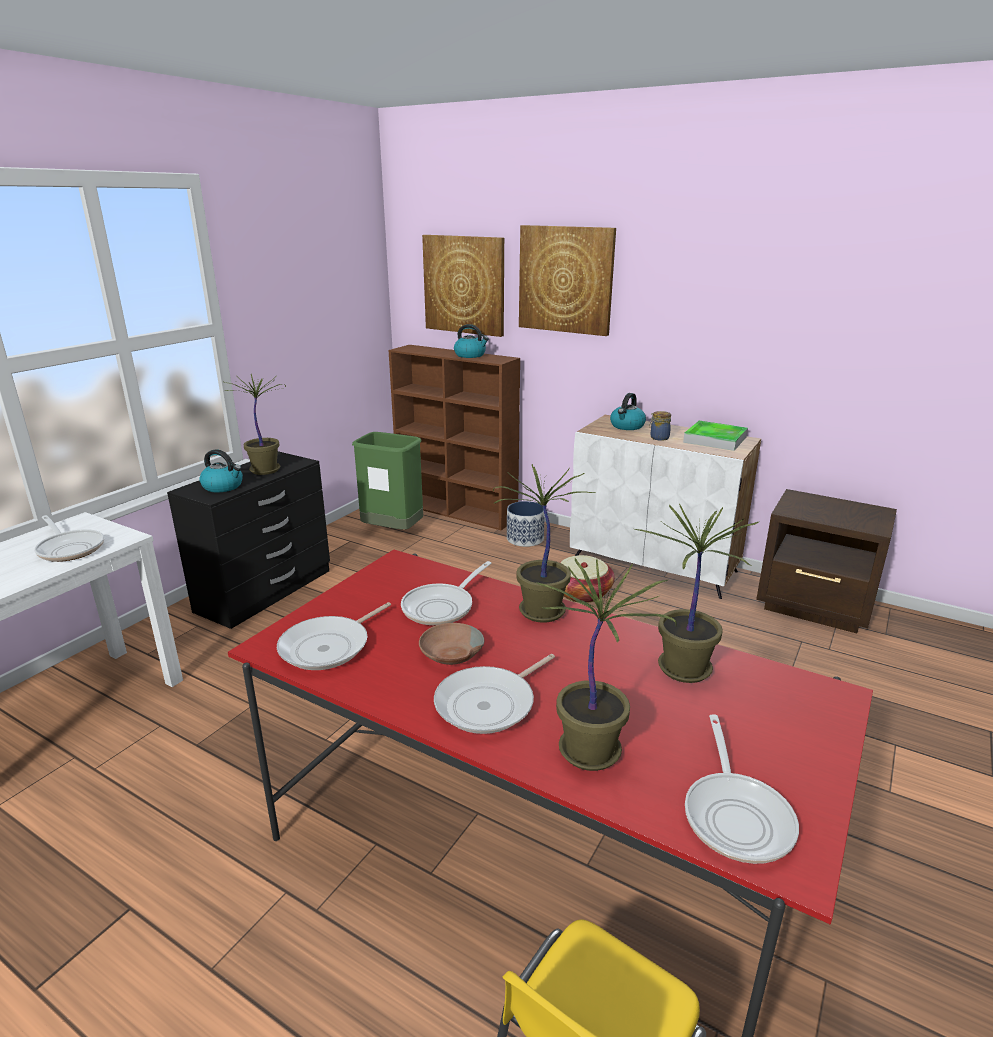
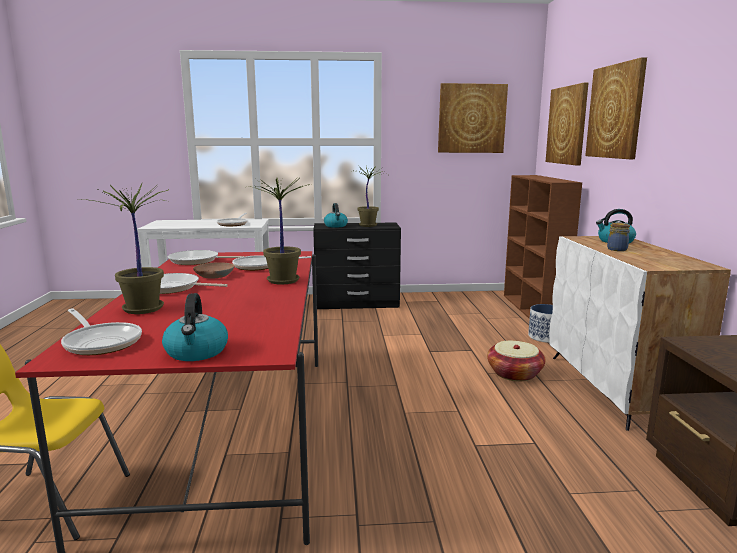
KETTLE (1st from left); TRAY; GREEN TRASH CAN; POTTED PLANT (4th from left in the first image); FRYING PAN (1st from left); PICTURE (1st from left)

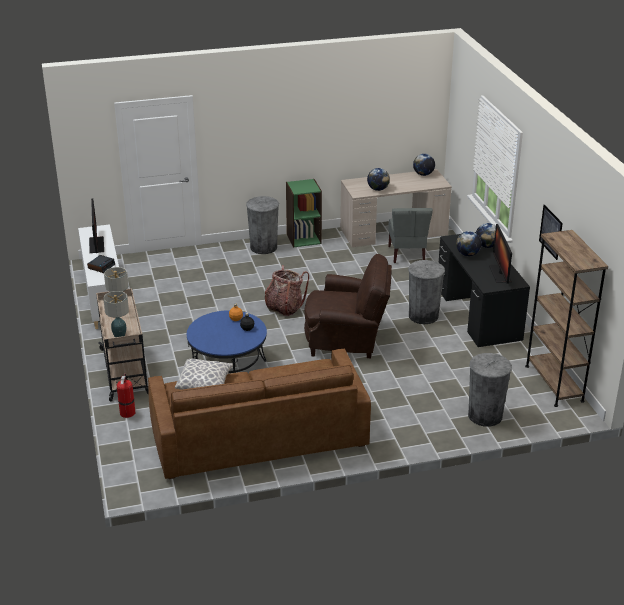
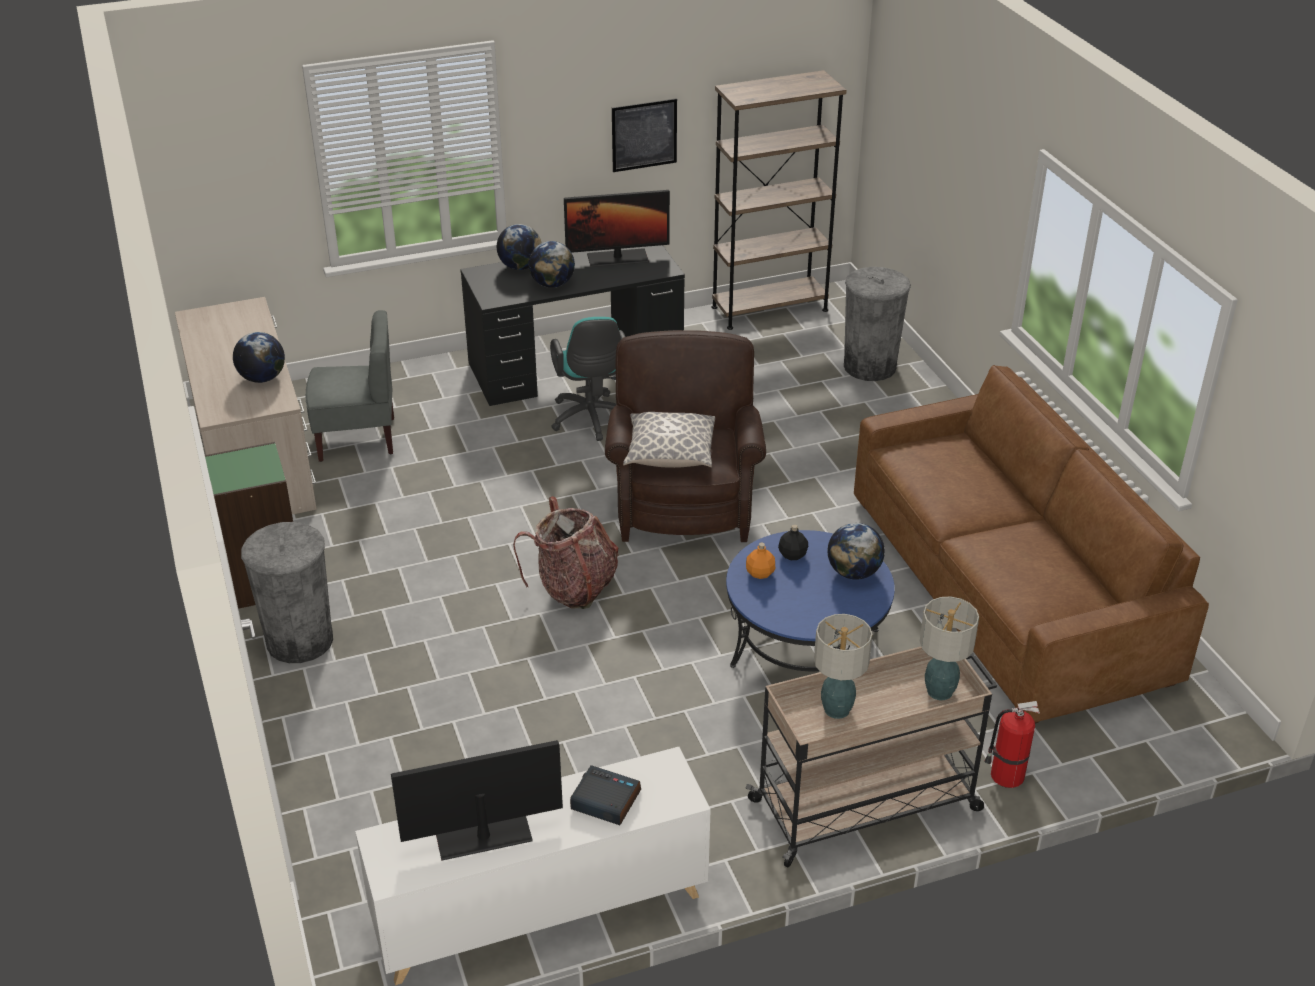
GLOBE (4th from left); TURQUOISE OFFICE CHAIR; PILLOW

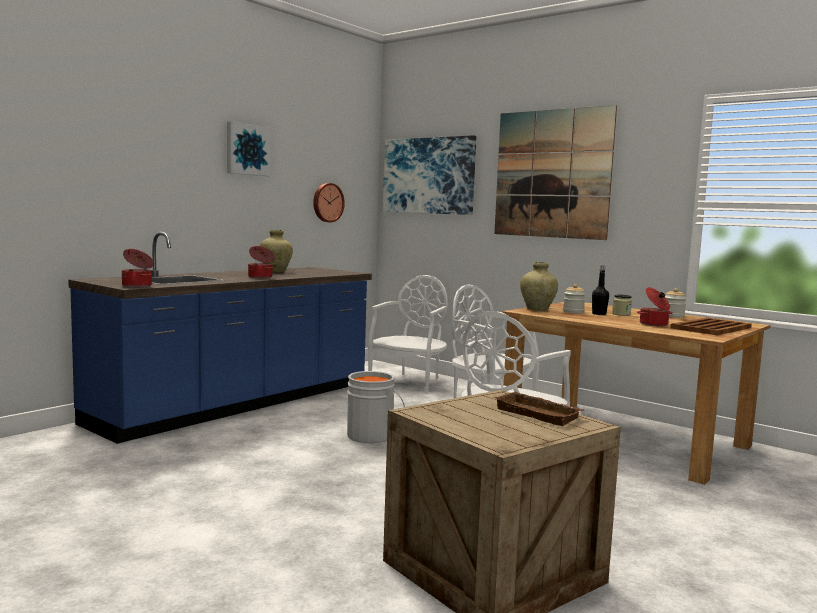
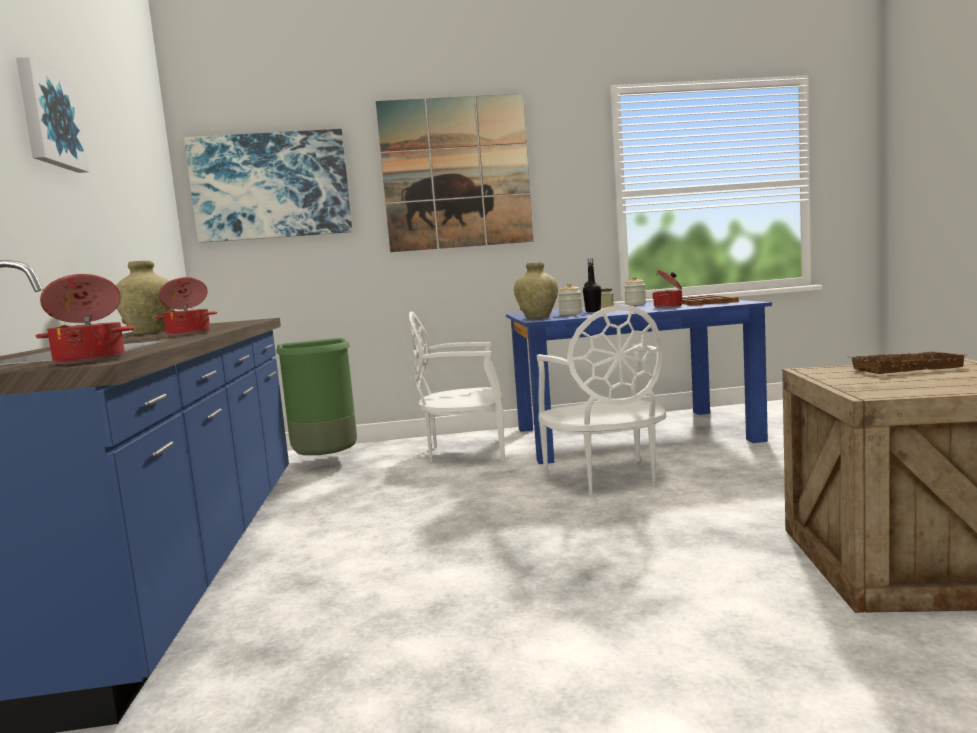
WALL CLOCK; GREEN TRASH CAN; BLUE DINING TABLE; GREY BUCKET

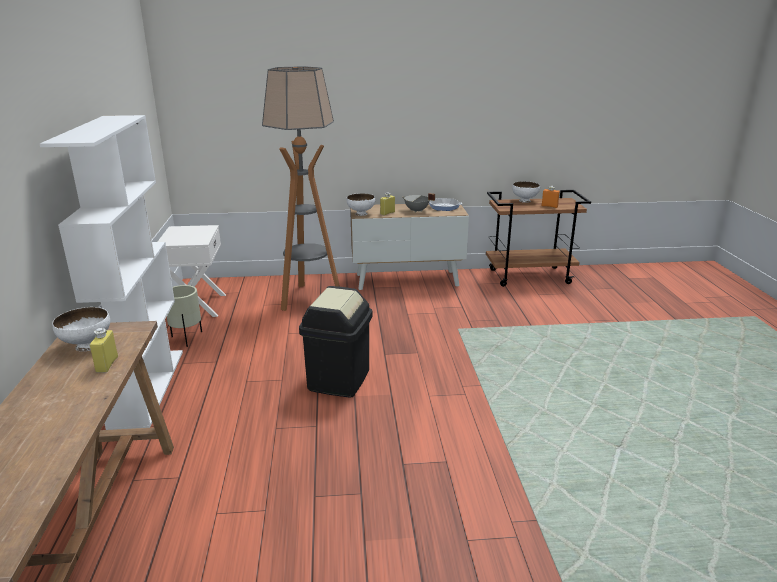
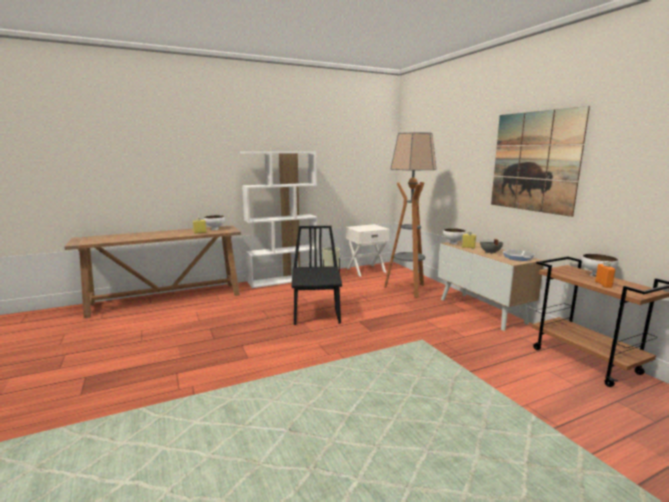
BLACK CHAIR; PICTURE

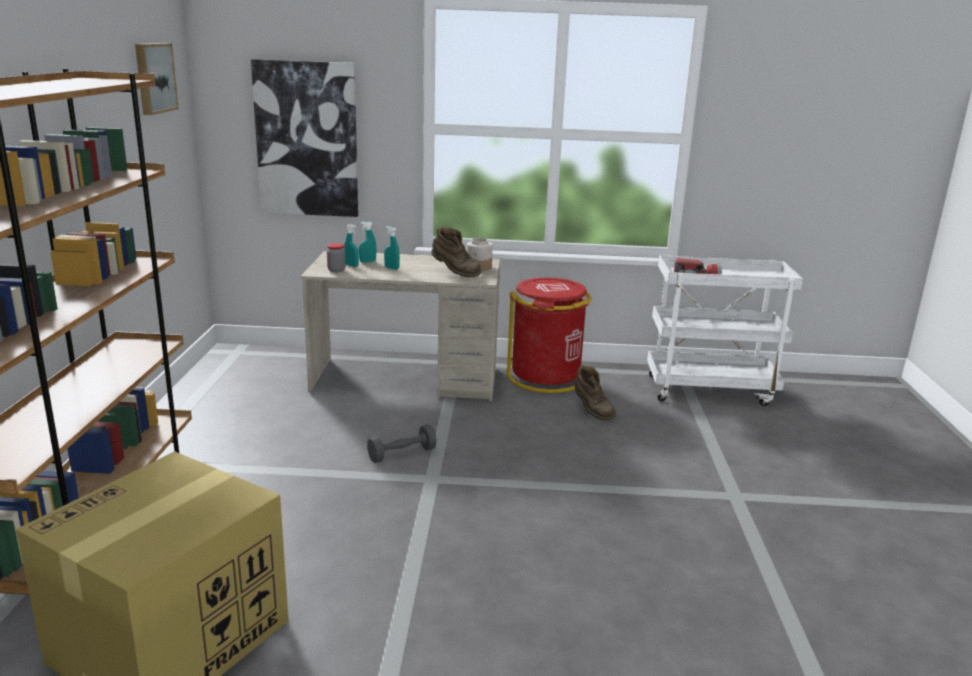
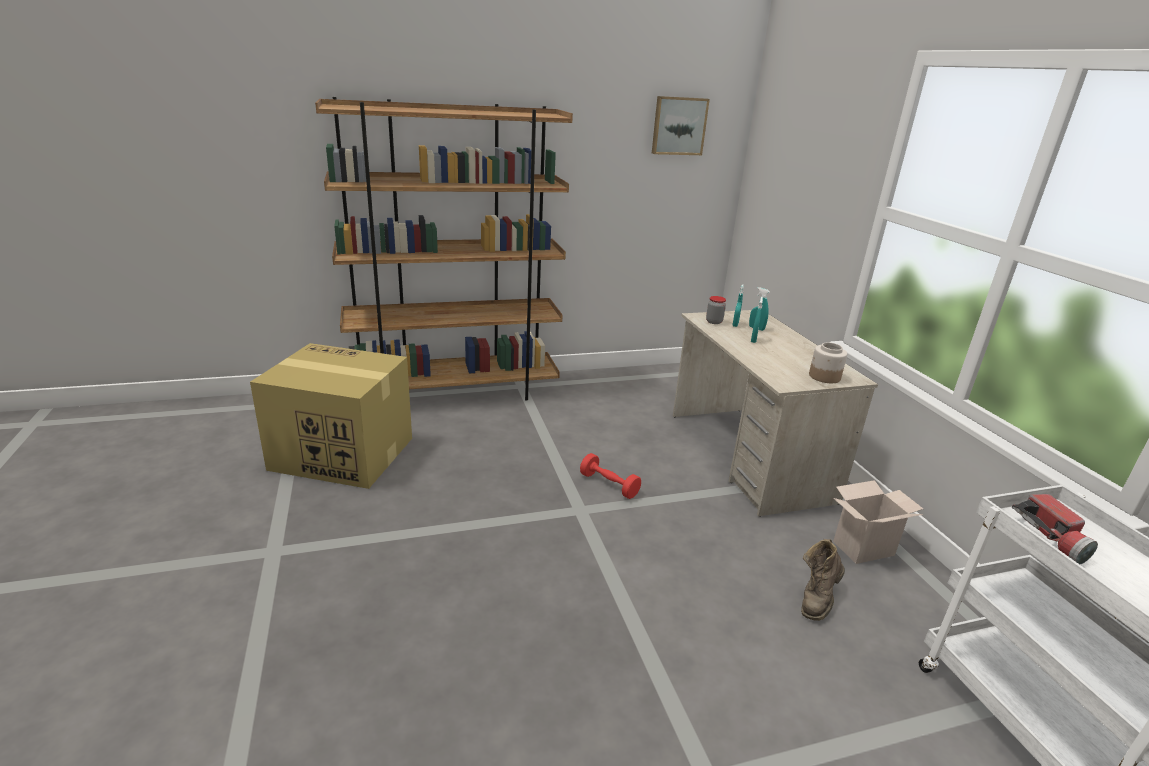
PICTURE (2nd from left in the first image); BROWN BOOT (1st from left in the first image); CARDBOARD BOX (2nd from left); RED DUMBBELL

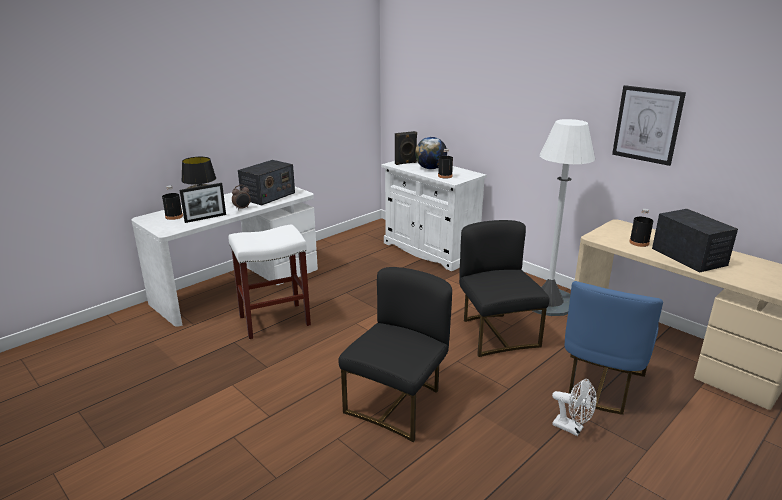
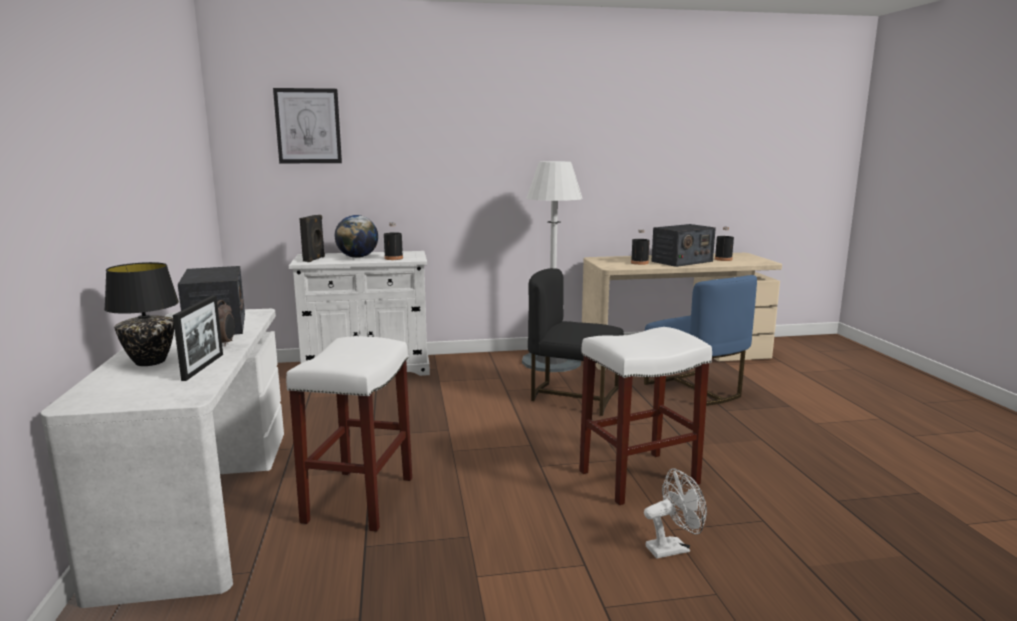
PICTURE; BLACK BOTTLE (3rd from left); RADIO (2nd from left); WHITE STOOL (2nd from left); WHITE FAN

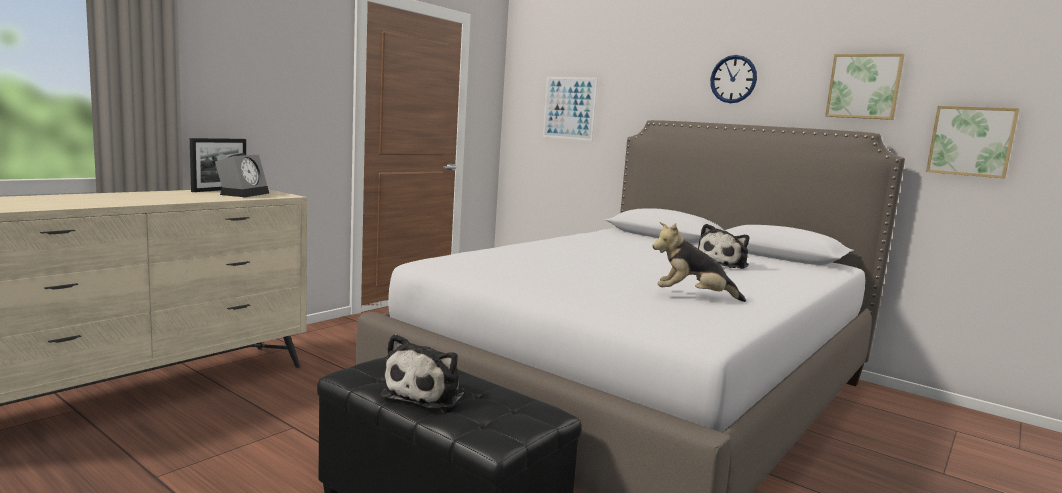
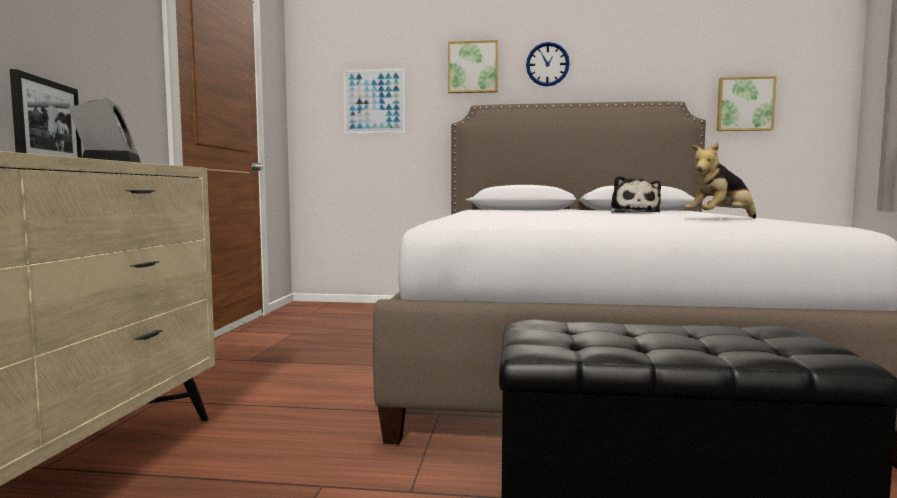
PICTURE (2nd from left); PLUSH TOY (1st from left in the first image)

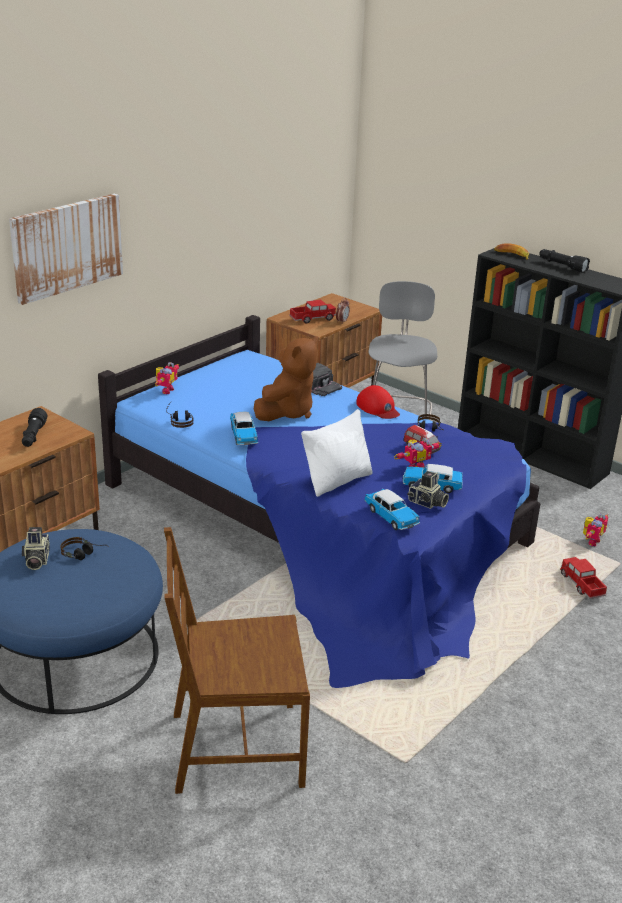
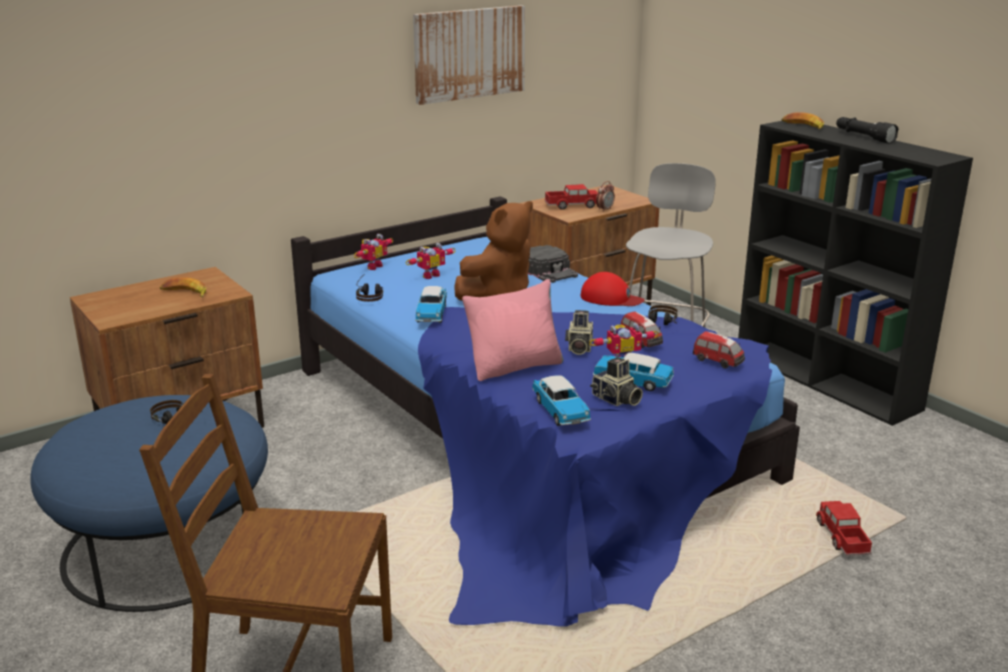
PICTURE; RED CAP; BANANA (1st from left); PINK PILLOW; TOY ROBOT (2nd from left); PHOTO CAMERA (1st from left); TOY CAR (5th from left)

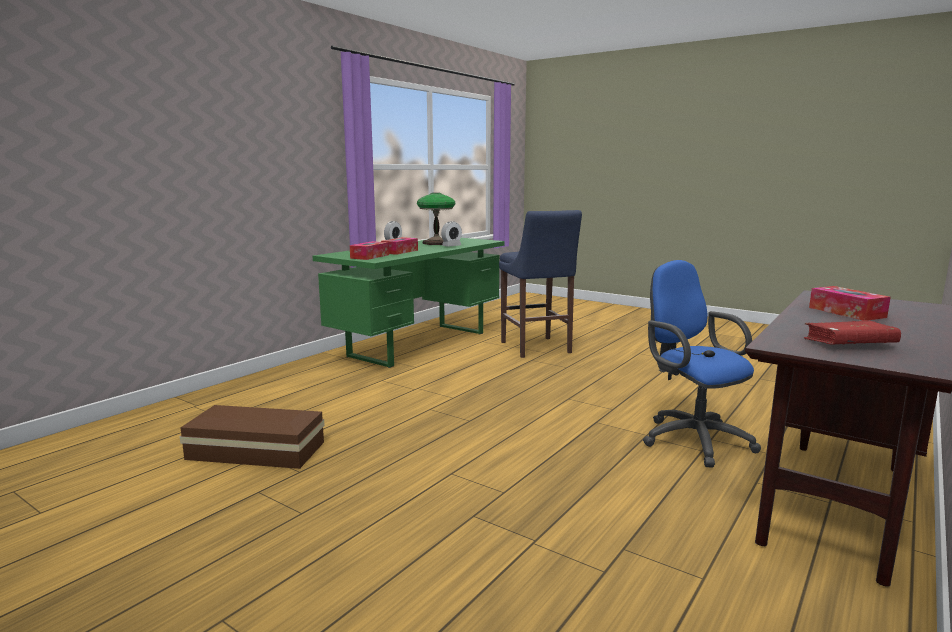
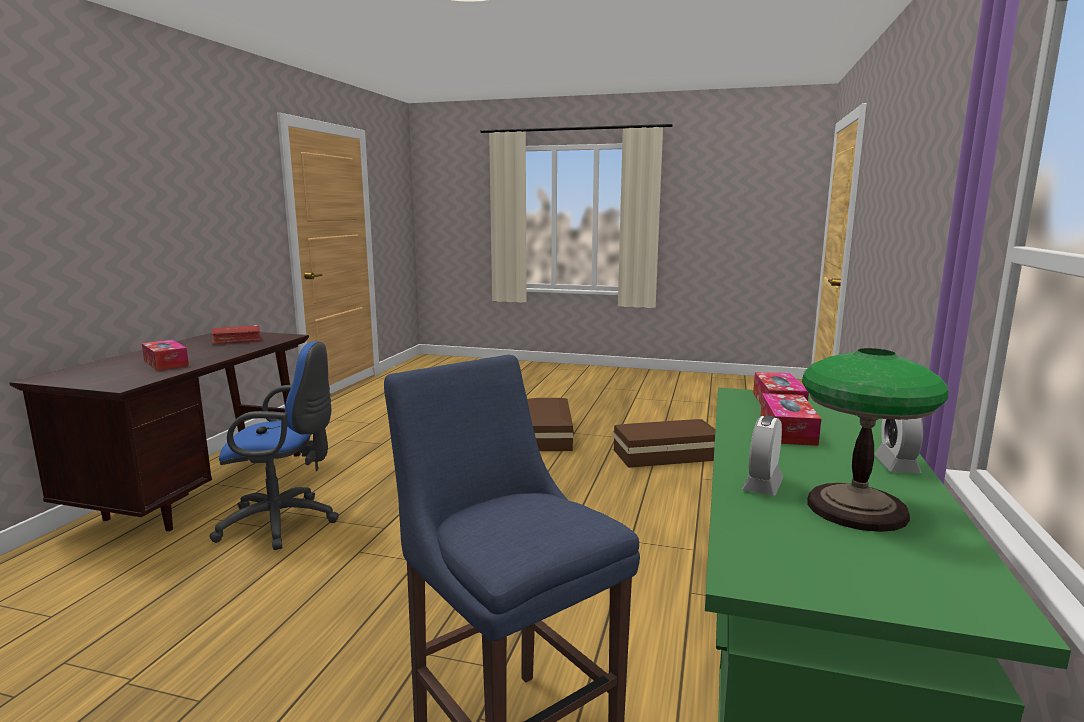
BLUE OFFICE CHAIR; BROWN STORAGE BOX (1st from left)

